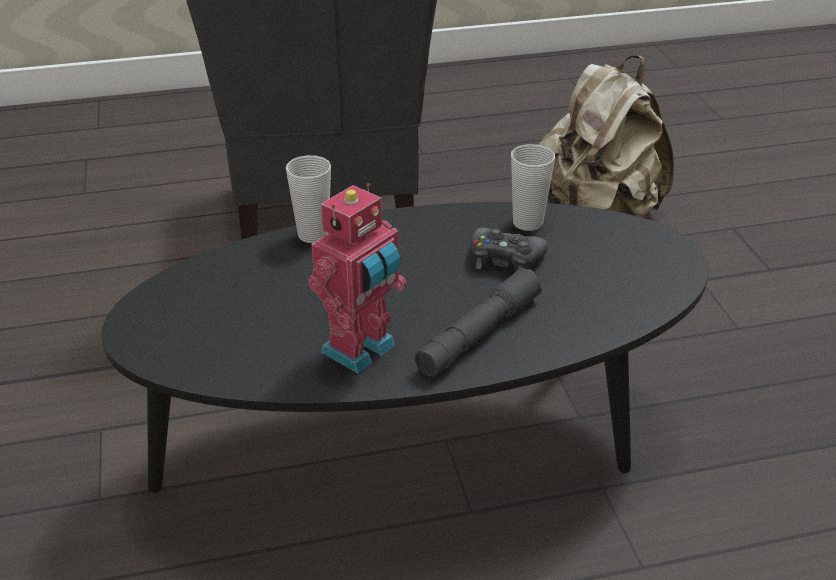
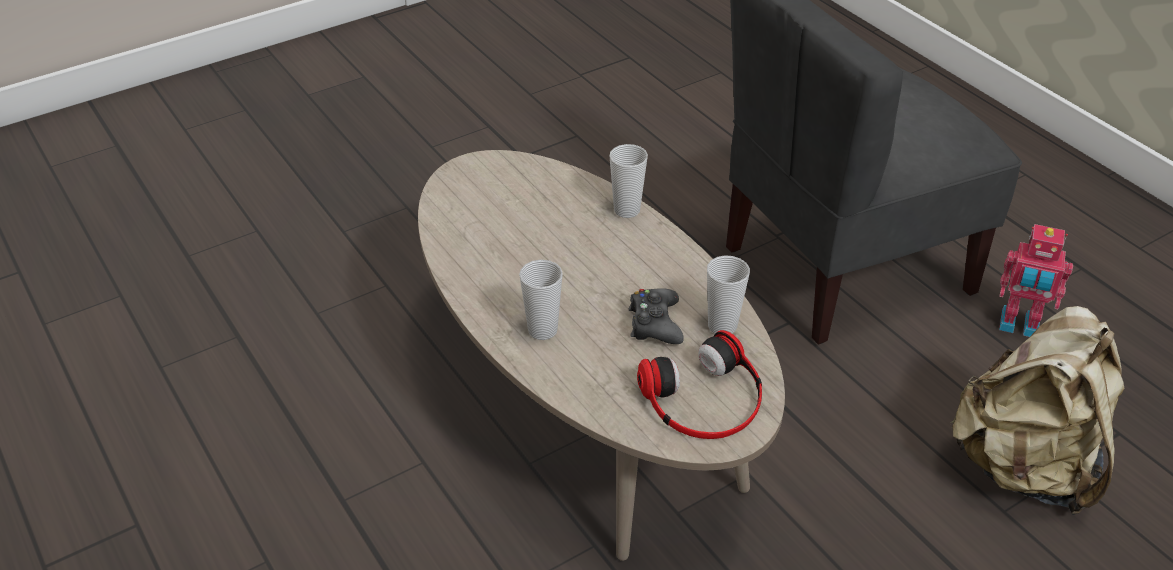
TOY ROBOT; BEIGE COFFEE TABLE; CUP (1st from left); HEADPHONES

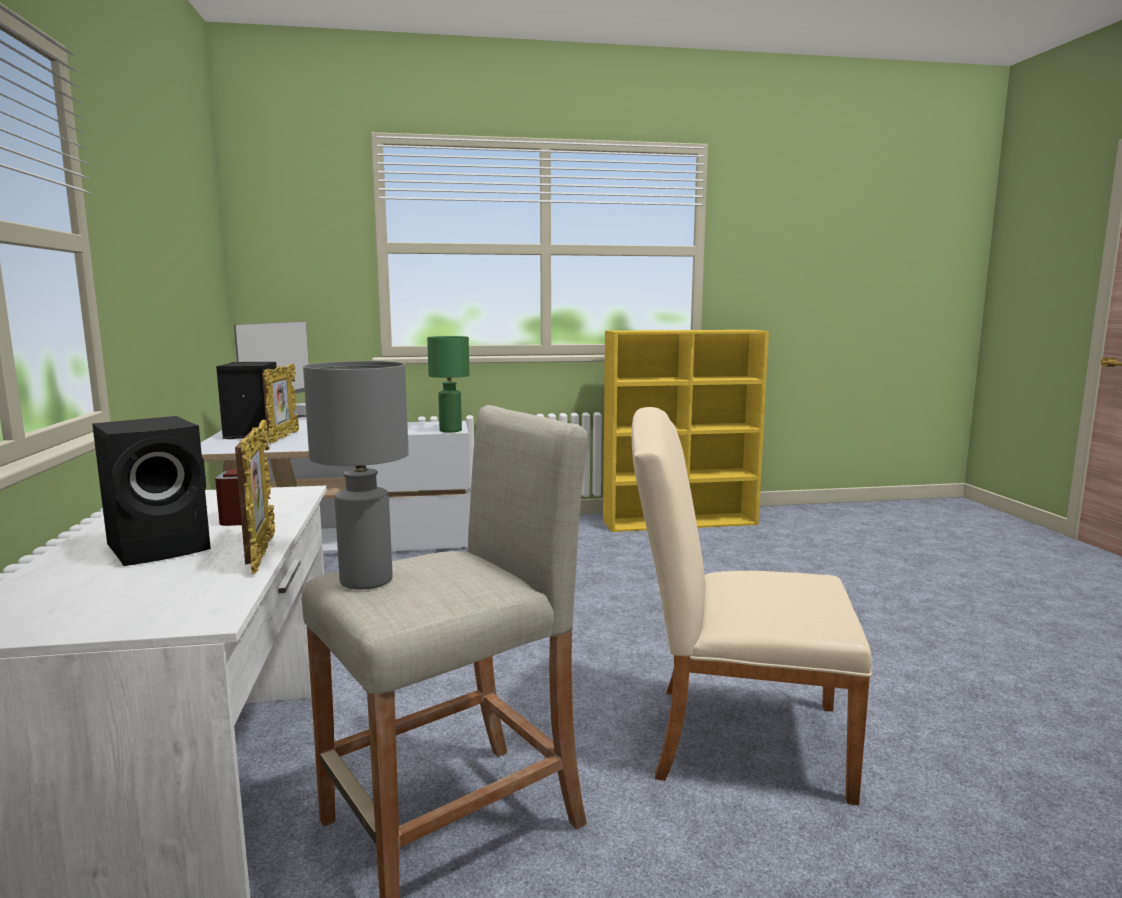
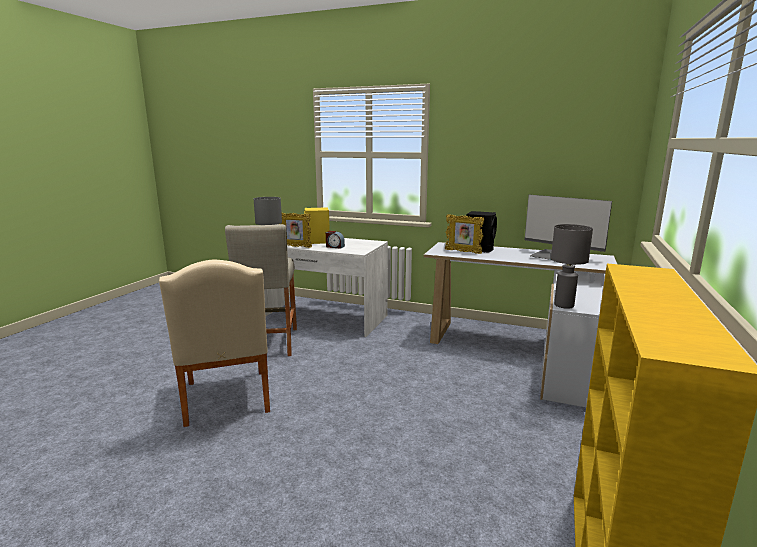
GREY TABLE LAMP (2nd from left); BEIGE CHAIR; YELLOW SPEAKER

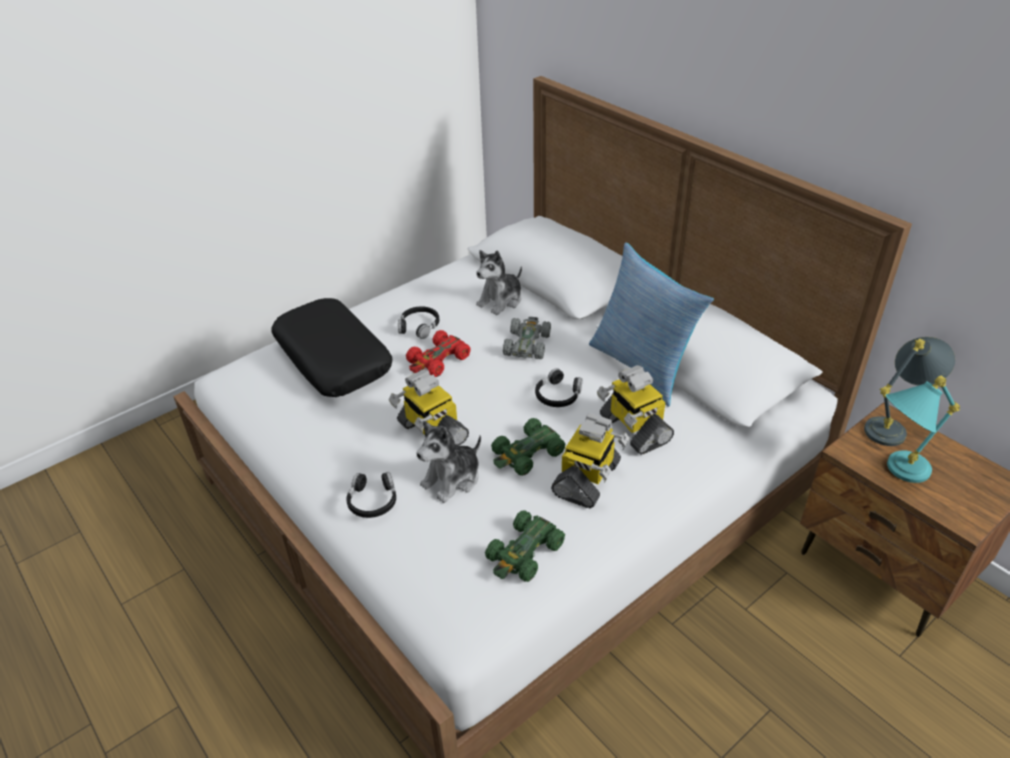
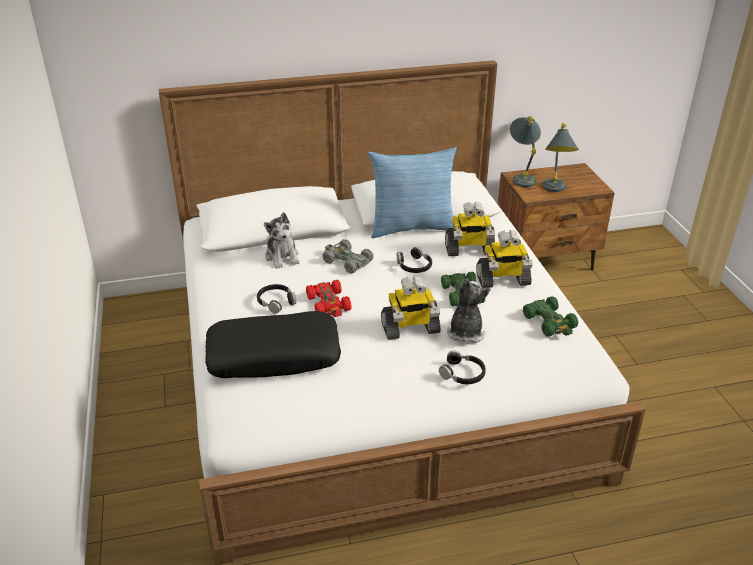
GREY TABLE LAMP (2nd from left); TOY ROBOT (3rd from left); PLUSH TOY (2nd from left)

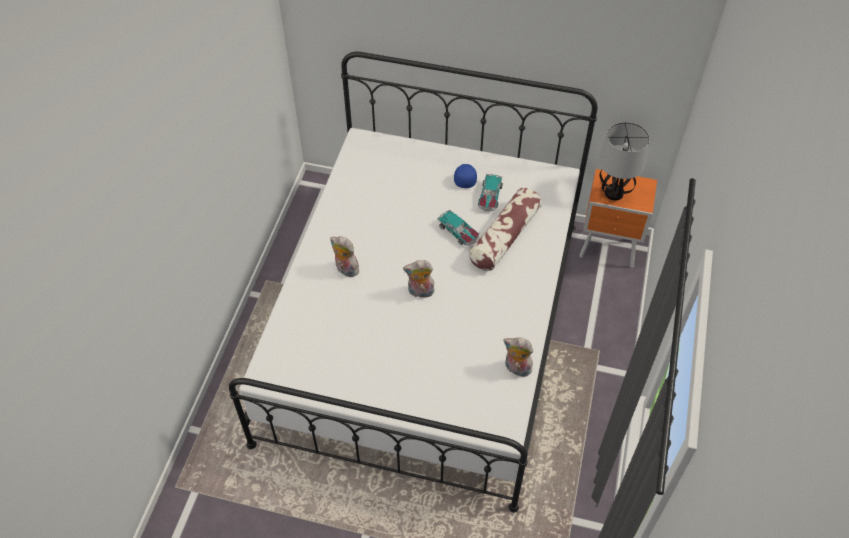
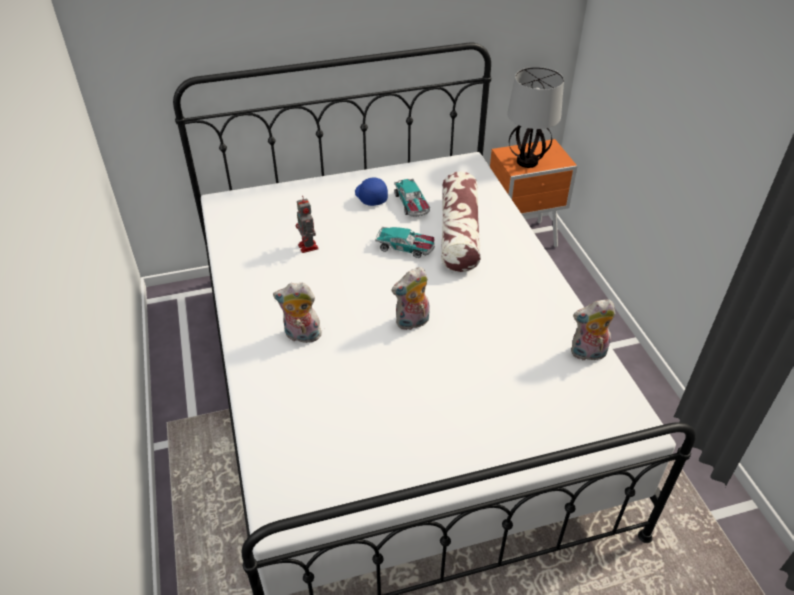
TOY ROBOT

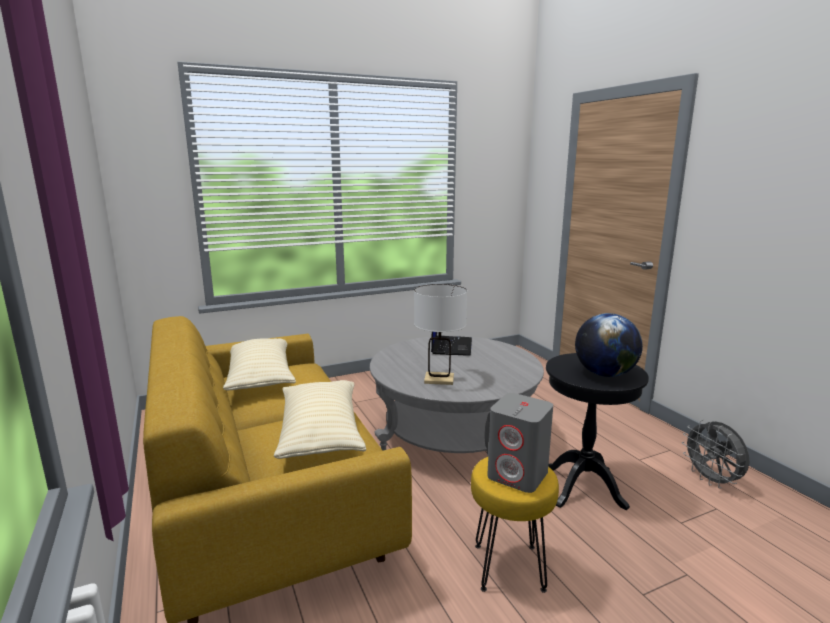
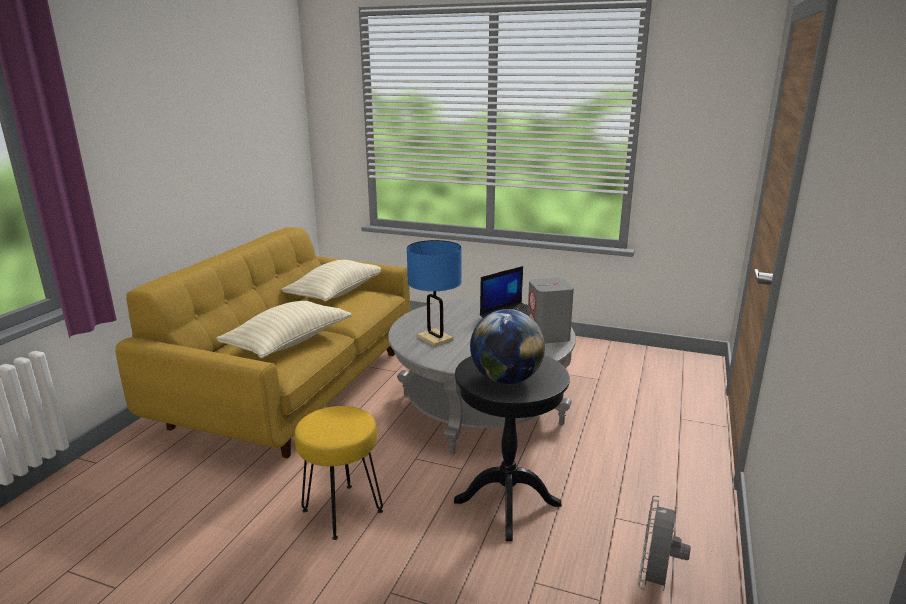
BLUE TABLE LAMP; GREY SPEAKER

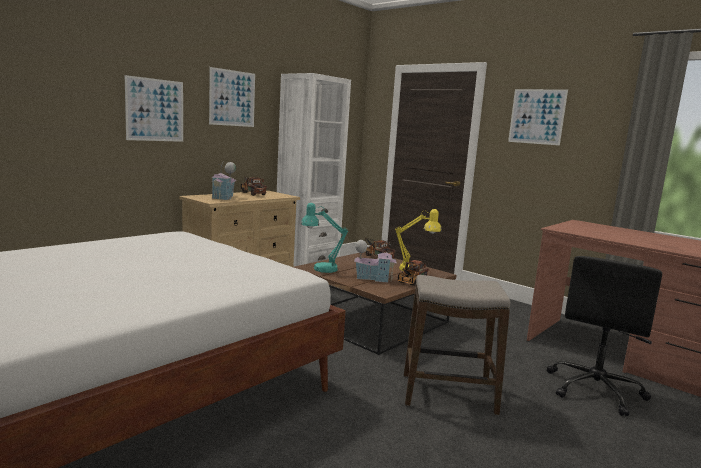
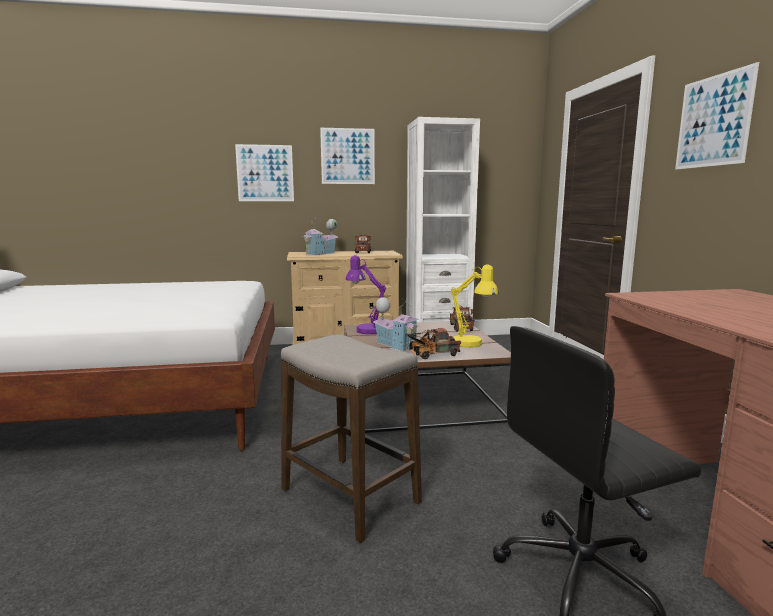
PURPLE TABLE LAMP

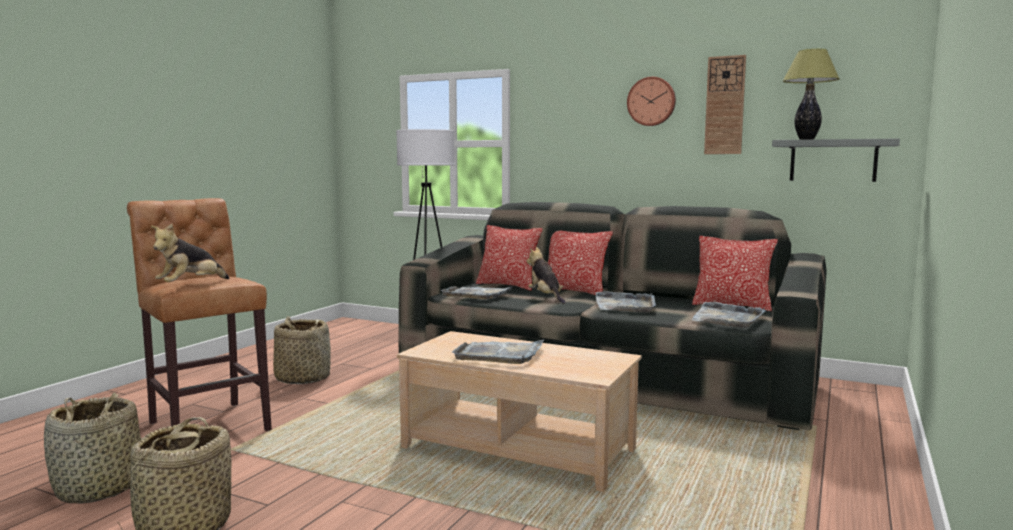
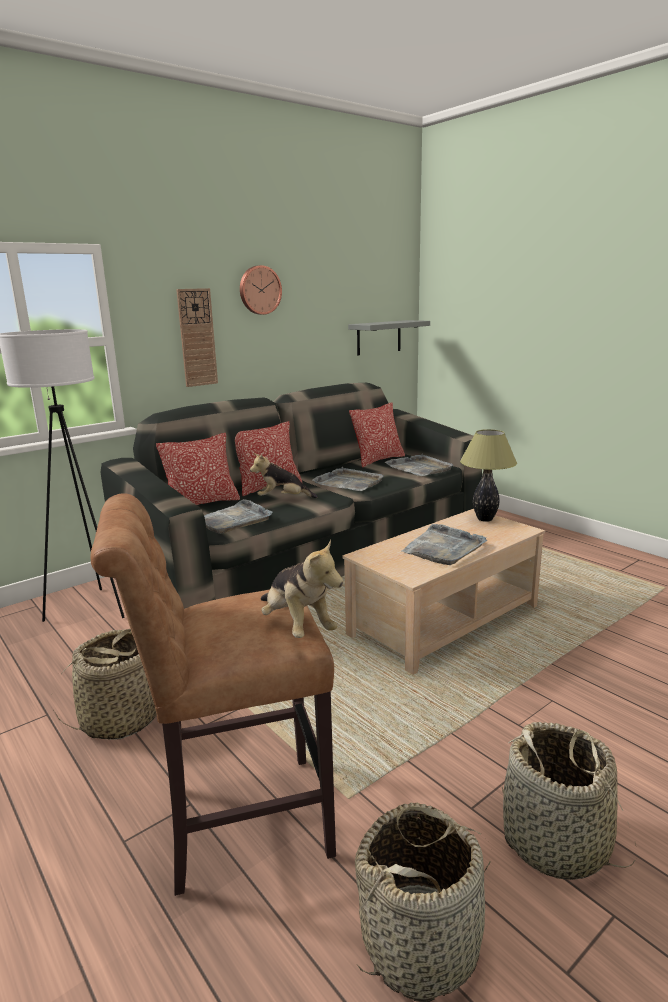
TABLE LAMP; WALL CLOCK (1st from left)

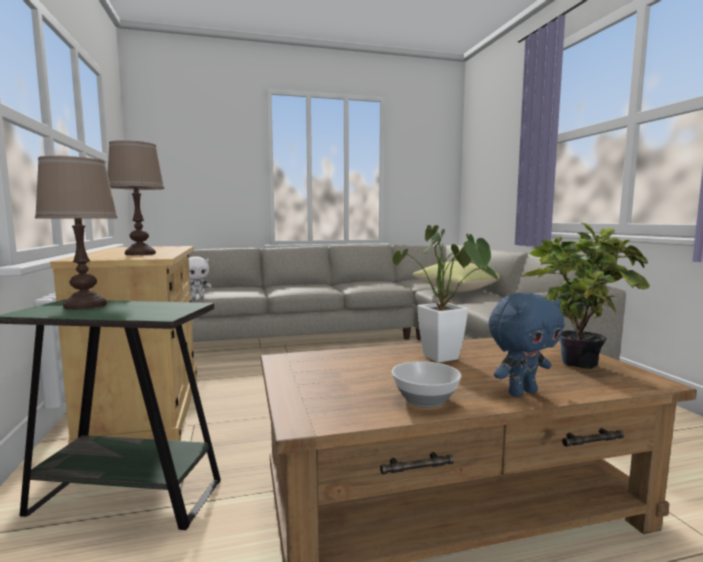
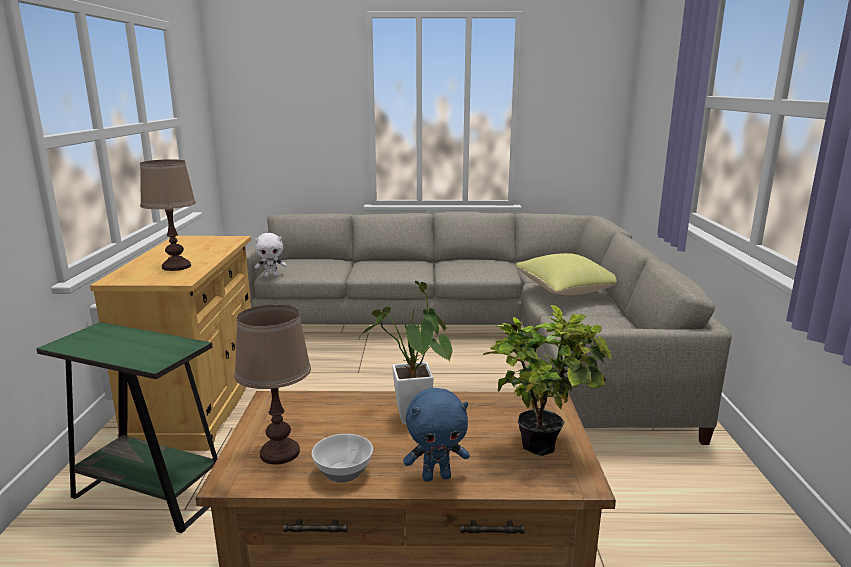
BROWN TABLE LAMP (2nd from left)

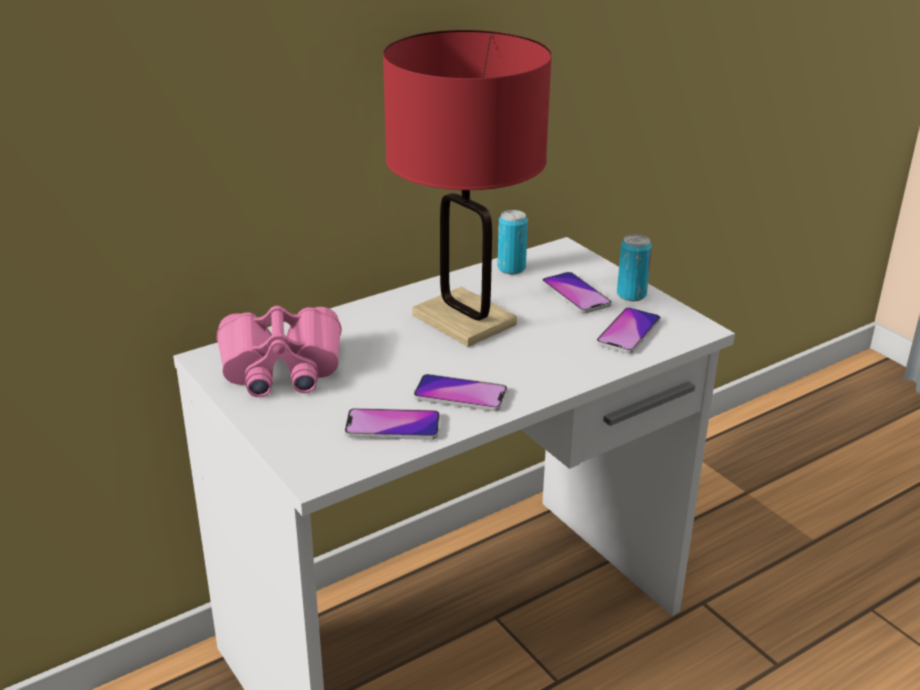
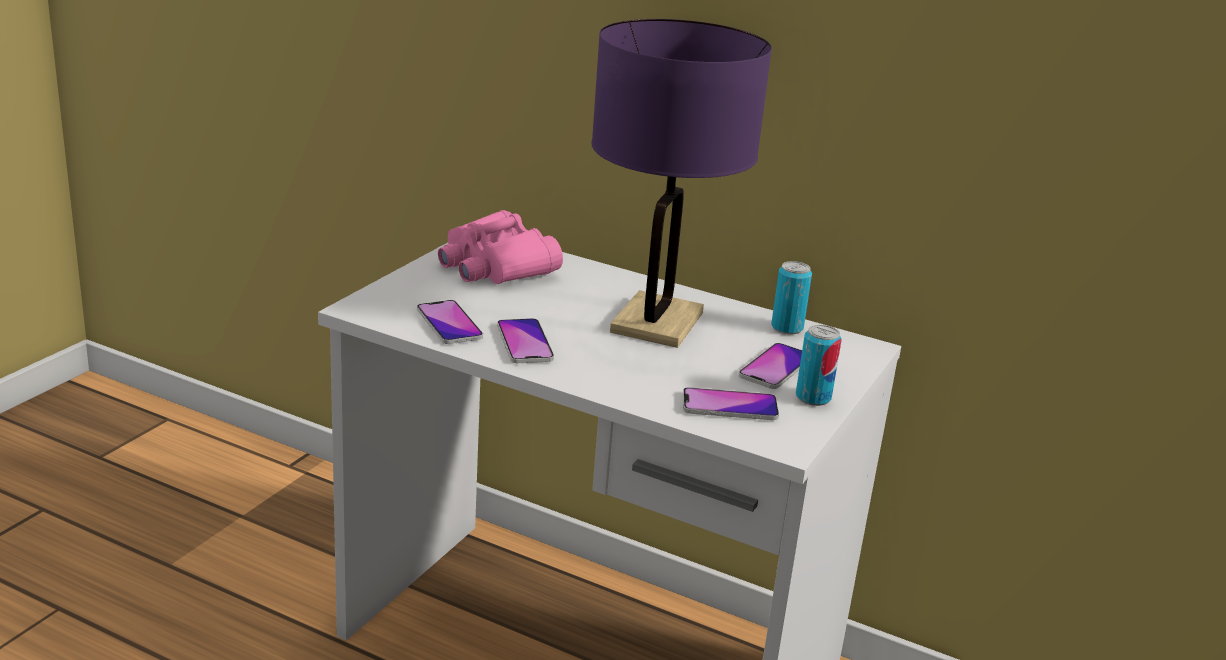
PURPLE TABLE LAMP

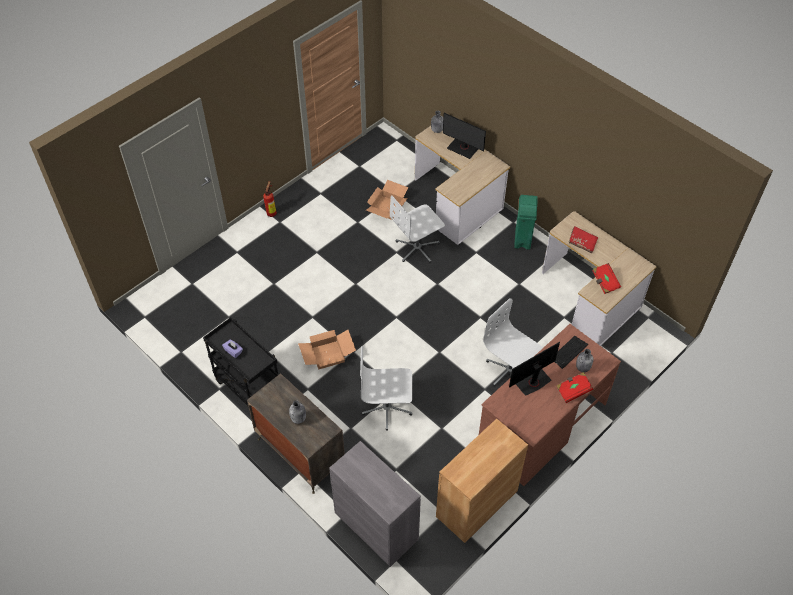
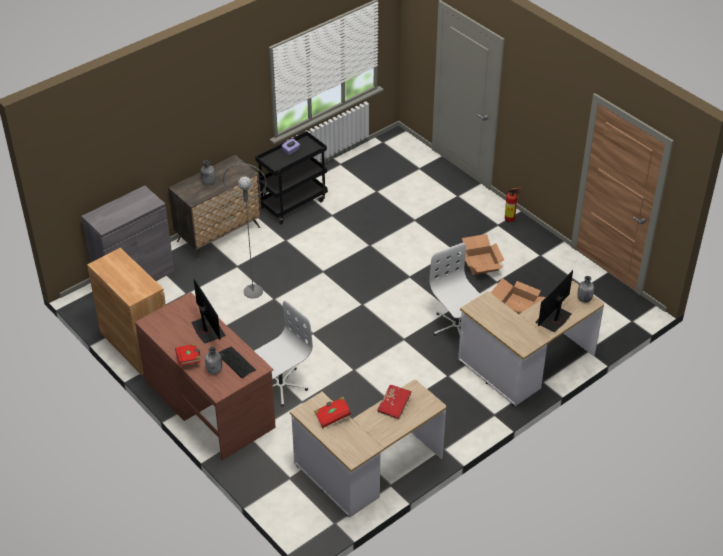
GREEN TRASH CAN; CARDBOARD BOX (1st from left); GREY FLOOR LAMP

